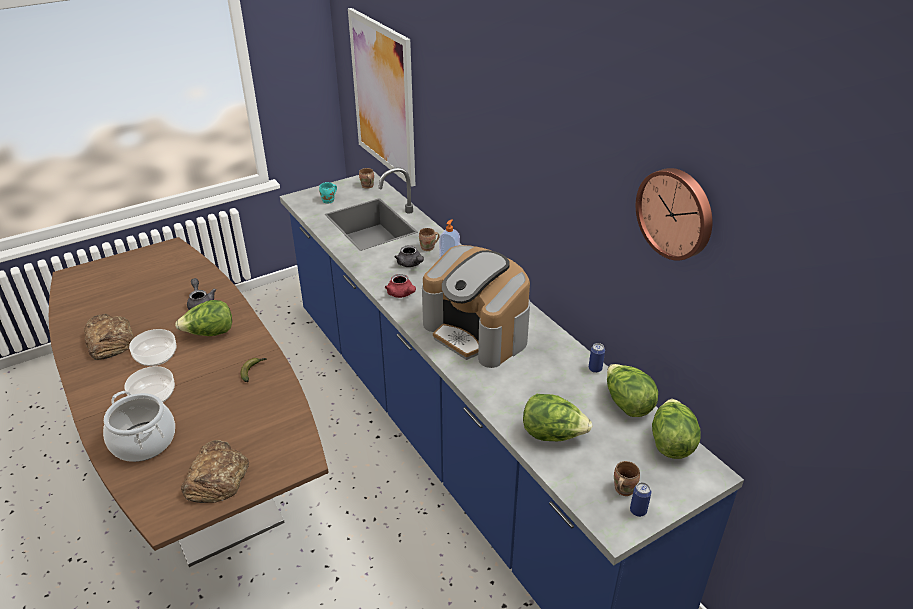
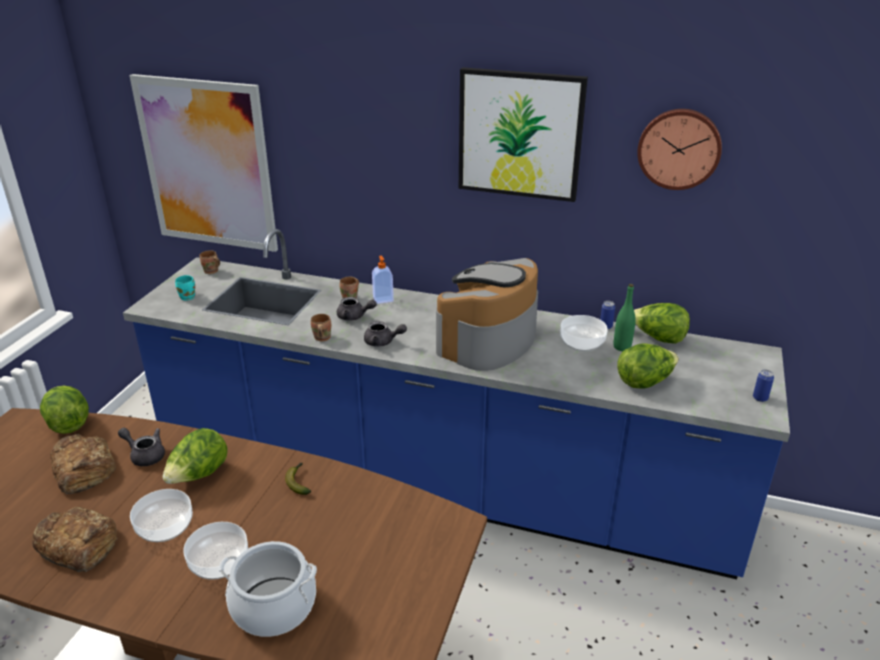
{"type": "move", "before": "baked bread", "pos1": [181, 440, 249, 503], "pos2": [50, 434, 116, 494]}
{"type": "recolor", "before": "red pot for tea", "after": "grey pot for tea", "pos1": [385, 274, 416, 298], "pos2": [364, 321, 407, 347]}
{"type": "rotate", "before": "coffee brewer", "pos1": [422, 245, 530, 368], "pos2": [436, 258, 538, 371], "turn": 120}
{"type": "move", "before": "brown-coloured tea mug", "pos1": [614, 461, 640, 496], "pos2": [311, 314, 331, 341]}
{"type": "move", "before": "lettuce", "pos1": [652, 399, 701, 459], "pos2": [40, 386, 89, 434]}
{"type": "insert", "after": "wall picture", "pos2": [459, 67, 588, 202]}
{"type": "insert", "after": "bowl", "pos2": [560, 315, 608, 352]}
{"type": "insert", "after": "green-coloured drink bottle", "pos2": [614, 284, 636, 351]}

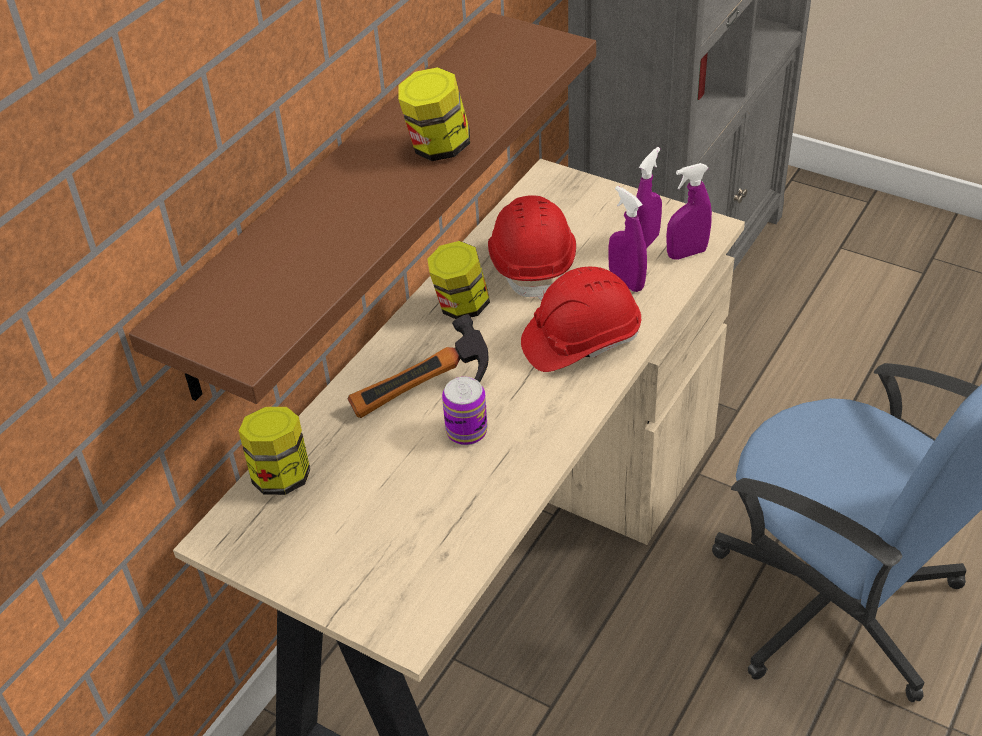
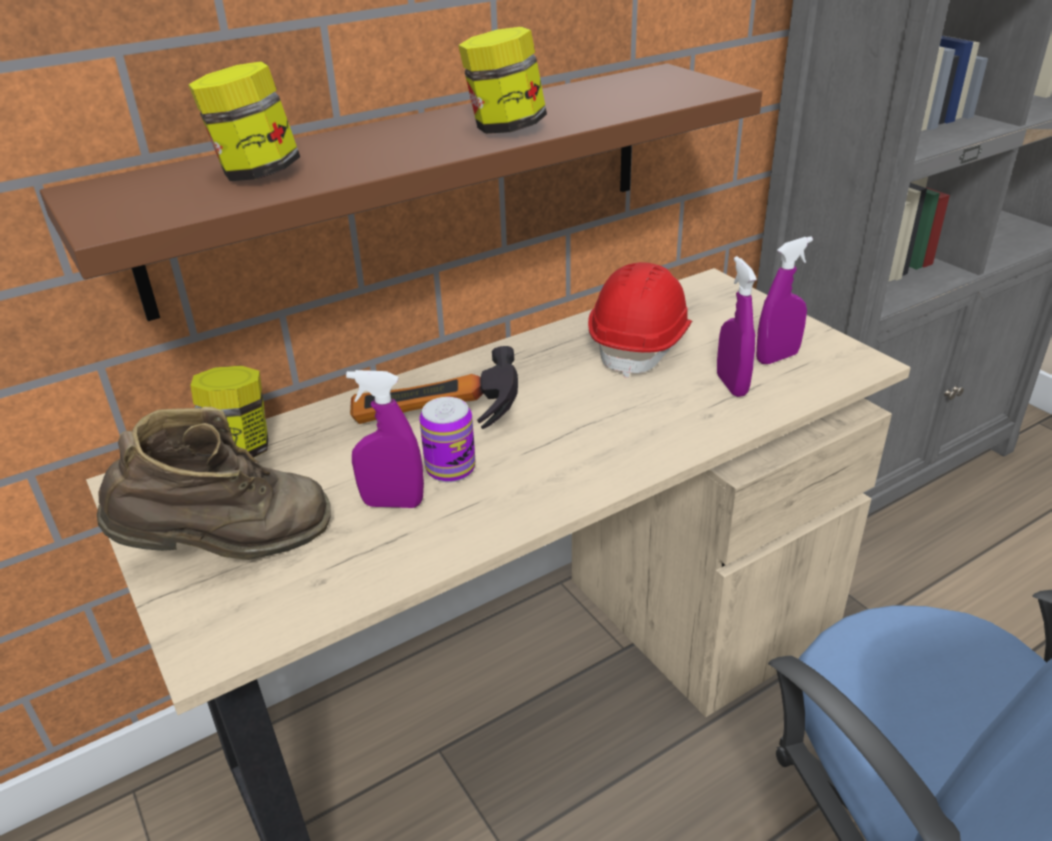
{"type": "move", "before": "jar", "pos1": [427, 241, 490, 319], "pos2": [188, 61, 300, 181]}
{"type": "delete", "before": "red safety helmet", "pos1": [521, 267, 641, 372]}
{"type": "move", "before": "purplish hand sprayer", "pos1": [666, 163, 712, 260], "pos2": [346, 370, 424, 508]}
{"type": "insert", "after": "brown-coloured boot", "pos2": [97, 407, 331, 560]}

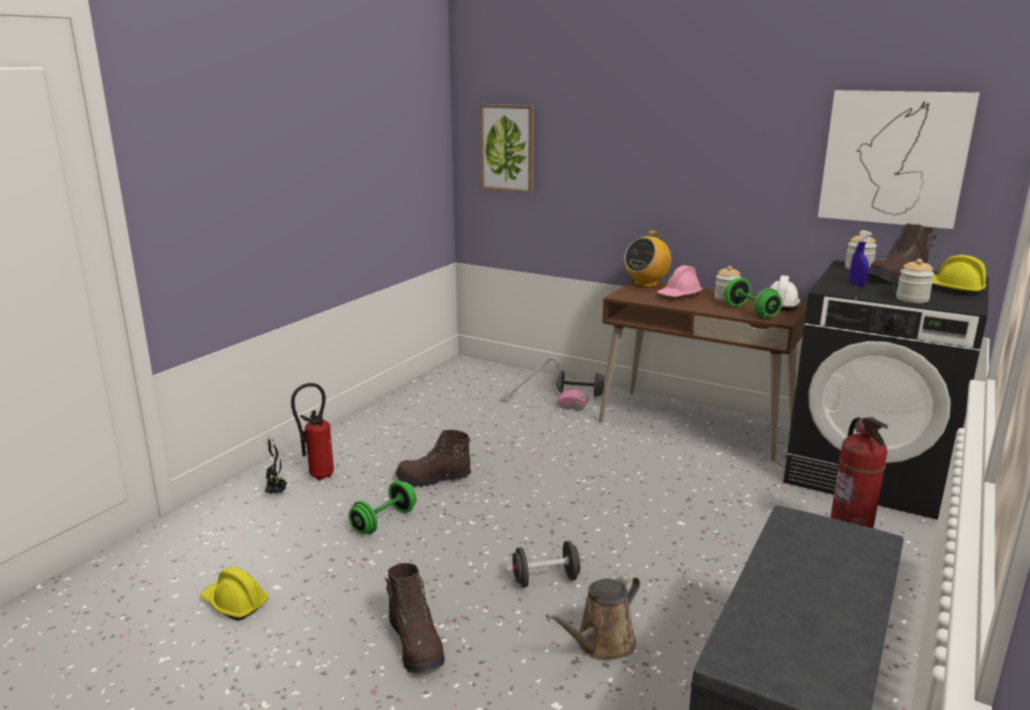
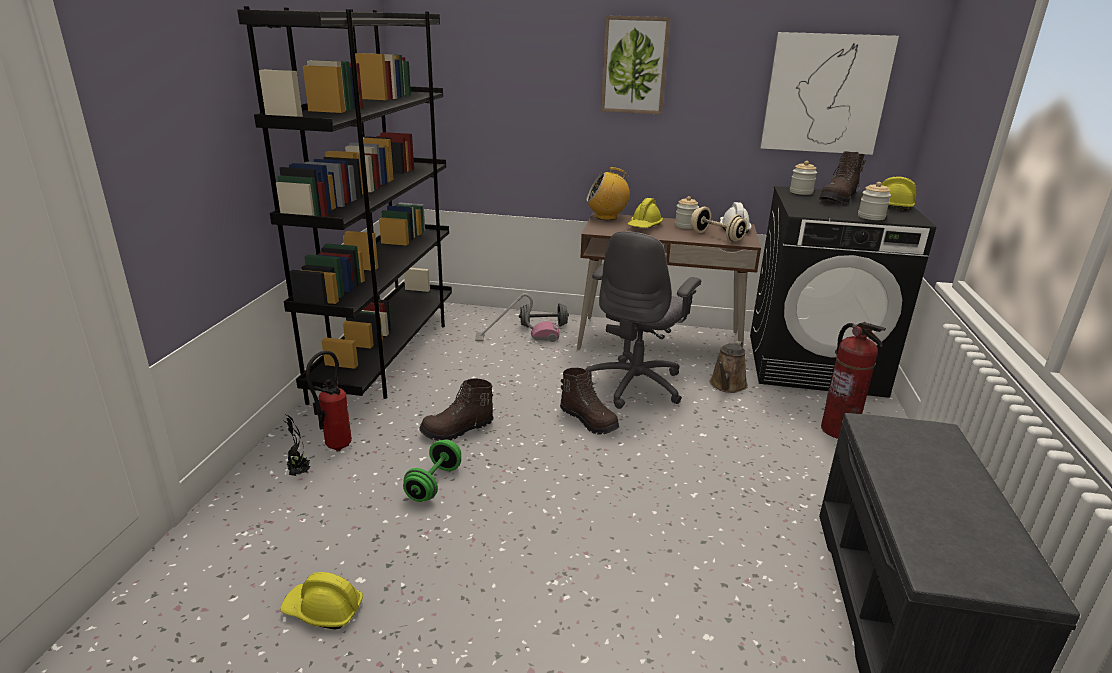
{"type": "move", "before": "brown-coloured boot", "pos1": [386, 563, 445, 674], "pos2": [560, 368, 619, 435]}
{"type": "move", "before": "wall picture", "pos1": [480, 104, 534, 194], "pos2": [601, 15, 671, 115]}
{"type": "delete", "before": "black-coloured free weight", "pos1": [506, 541, 586, 588]}
{"type": "move", "before": "brown-coloured watering pot", "pos1": [546, 573, 640, 661], "pos2": [710, 340, 748, 393]}
{"type": "rotate", "before": "radio", "pos1": [624, 231, 671, 287], "pos2": [586, 167, 630, 220], "turn": 60}
{"type": "recolor", "before": "pink-coloured safety helmet", "after": "yellow safety helmet", "pos1": [657, 265, 703, 297], "pos2": [627, 198, 663, 228]}
{"type": "recolor", "before": "green-coloured free weight", "after": "beige free weight", "pos1": [724, 278, 782, 318], "pos2": [690, 207, 747, 242]}
{"type": "delete", "before": "blue hand sprayer", "pos1": [849, 230, 872, 286]}
{"type": "insert", "after": "black-coloured bookcase", "pos2": [237, 6, 452, 405]}
{"type": "insert", "after": "grey office chair", "pos2": [585, 231, 701, 409]}

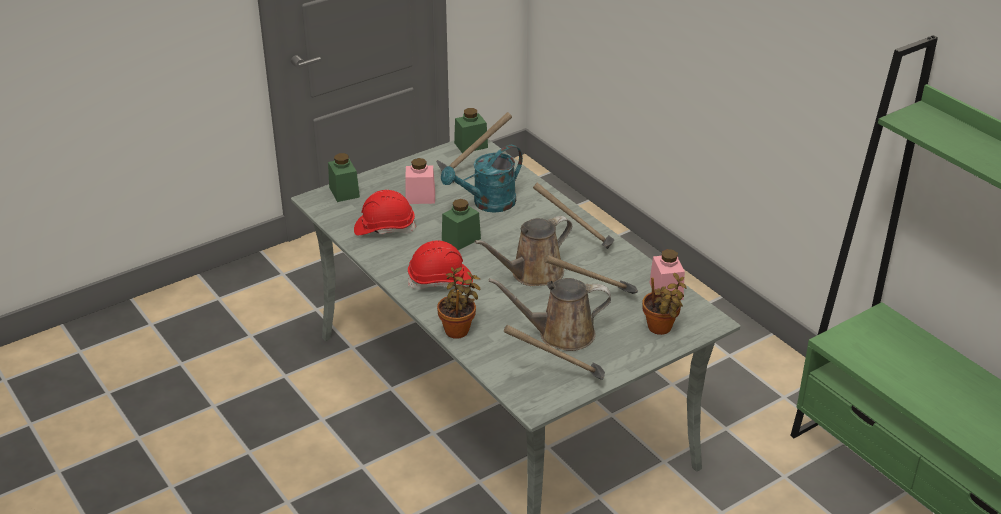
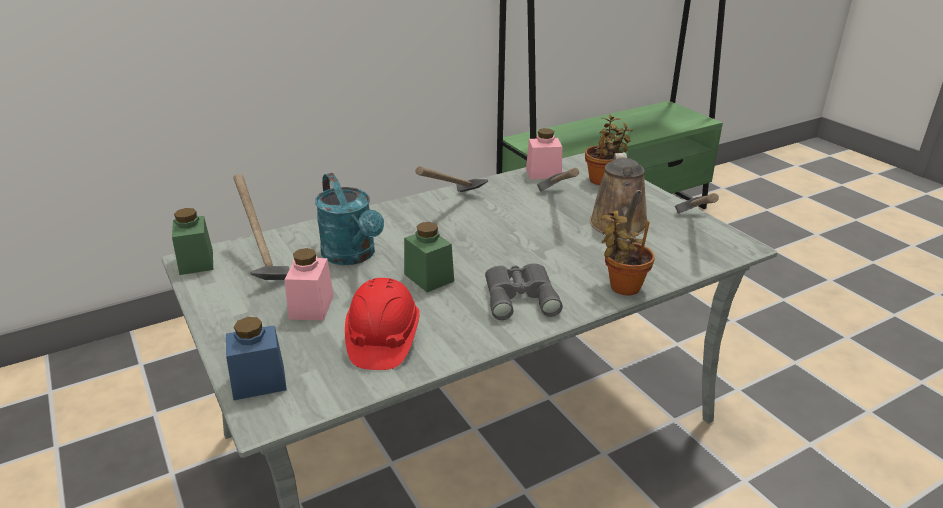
{"type": "recolor", "before": "green-coloured jar", "after": "blue jar", "pos1": [328, 153, 360, 202], "pos2": [226, 317, 287, 401]}
{"type": "replace", "before": "red safety helmet", "after": "grey binoculars", "pos1": [408, 241, 473, 289], "pos2": [485, 263, 563, 320]}
{"type": "delete", "before": "brown-coloured watering pot", "pos1": [475, 216, 572, 286]}

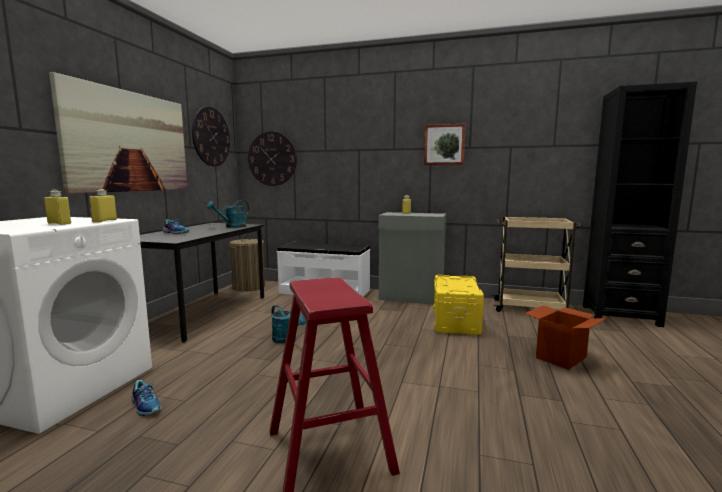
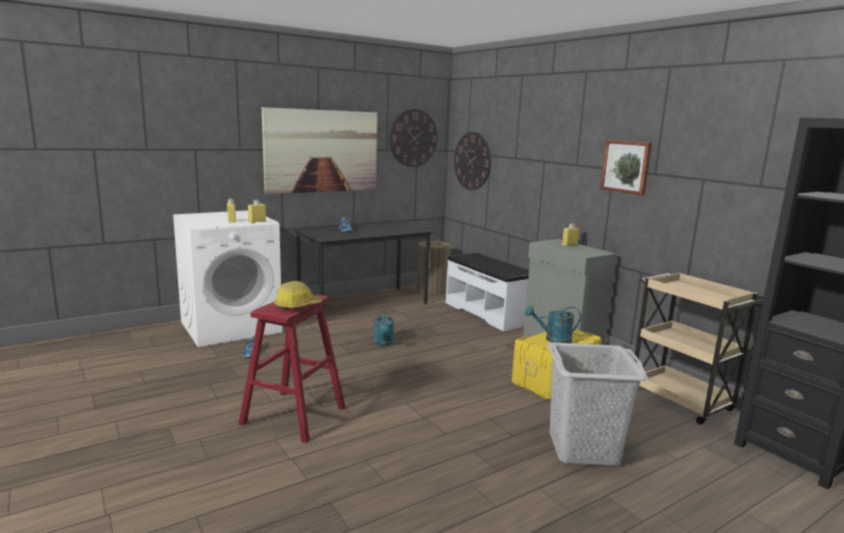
{"type": "move", "before": "turquoise watering pot", "pos1": [207, 200, 249, 228], "pos2": [525, 306, 581, 343]}
{"type": "replace", "before": "carton", "after": "grey hamper", "pos1": [524, 305, 607, 370], "pos2": [547, 342, 648, 466]}
{"type": "insert", "after": "safety helmet", "pos2": [274, 281, 322, 309]}

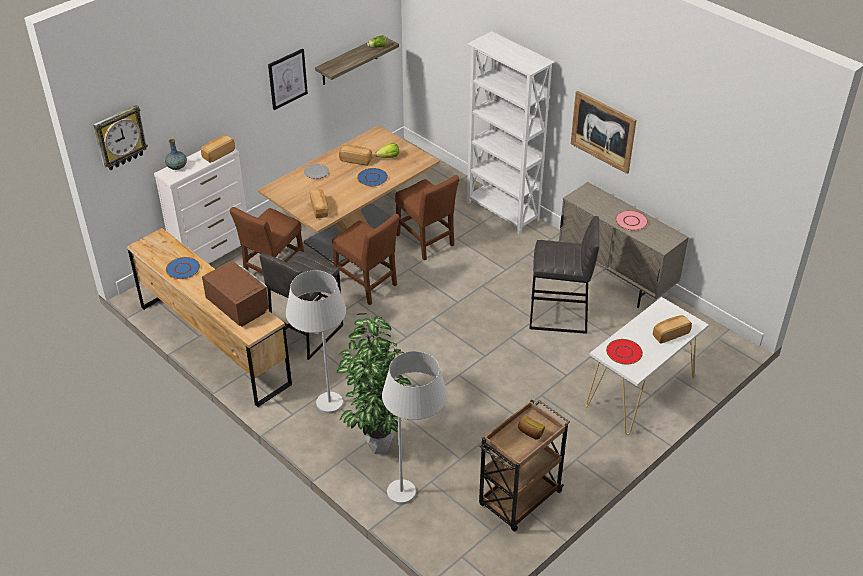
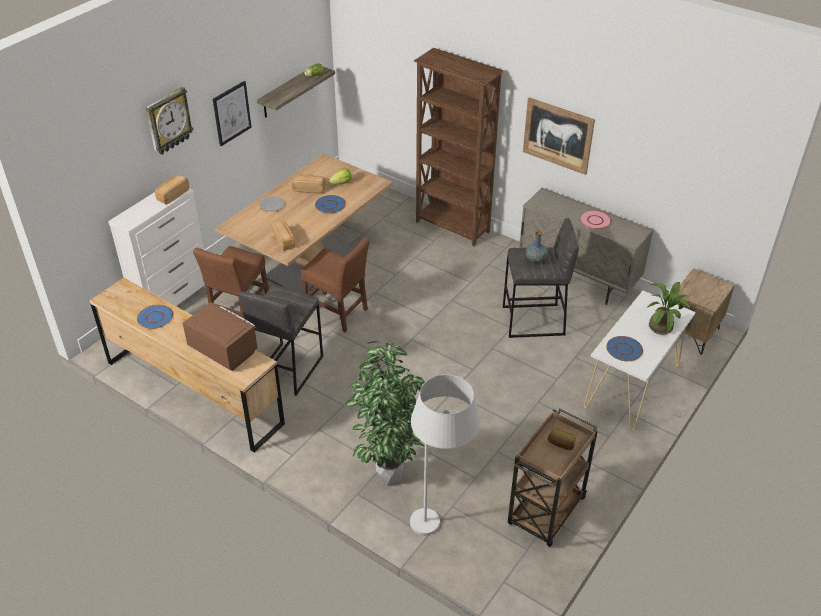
{"type": "move", "before": "clock on the wall", "pos1": [93, 105, 148, 170], "pos2": [145, 87, 194, 155]}
{"type": "move", "before": "decorative vase", "pos1": [165, 139, 187, 170], "pos2": [526, 231, 548, 263]}
{"type": "delete", "before": "whitish standing lamp", "pos1": [286, 270, 346, 414]}
{"type": "delete", "before": "brown-coloured upright chair", "pos1": [395, 175, 460, 260]}
{"type": "recolor", "before": "whitish bookcase", "after": "brown-coloured bookcase", "pos1": [467, 31, 554, 234], "pos2": [414, 48, 504, 247]}
{"type": "recolor", "before": "red plate", "after": "blue plate", "pos1": [606, 339, 643, 364], "pos2": [606, 336, 643, 361]}
{"type": "replace", "before": "baked bread", "after": "plant in a pot", "pos1": [653, 315, 692, 344], "pos2": [646, 282, 690, 335]}
{"type": "insert", "after": "brown-coloured bedside table", "pos2": [677, 268, 735, 355]}

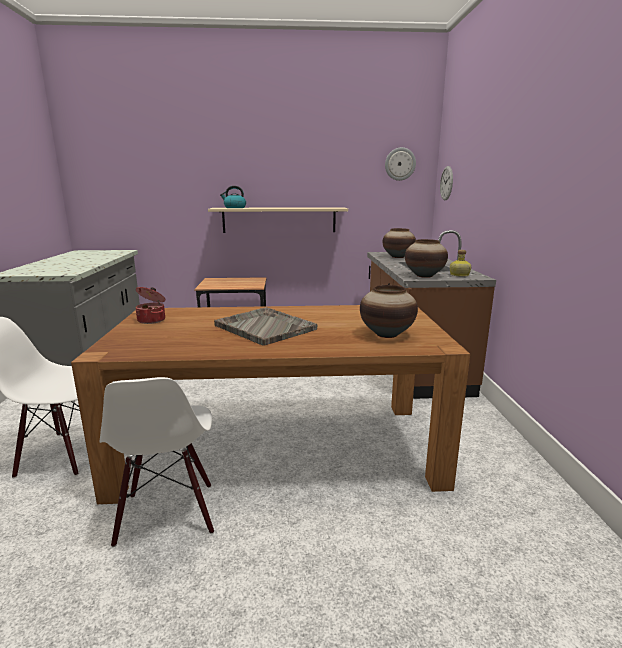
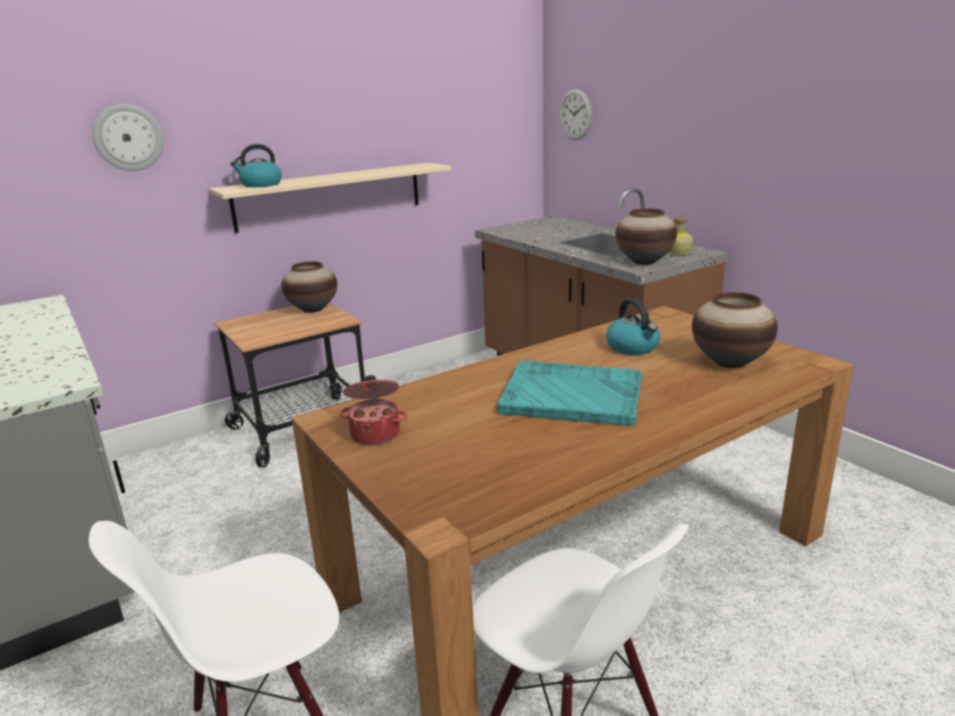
{"type": "recolor", "before": "grey tray", "after": "turquoise tray", "pos1": [214, 307, 317, 346], "pos2": [496, 360, 642, 426]}
{"type": "move", "before": "decorative vase", "pos1": [383, 228, 416, 258], "pos2": [281, 261, 337, 313]}
{"type": "move", "before": "clock on the wall", "pos1": [385, 147, 416, 181], "pos2": [93, 104, 164, 171]}
{"type": "insert", "after": "tea kettle", "pos2": [606, 298, 660, 355]}

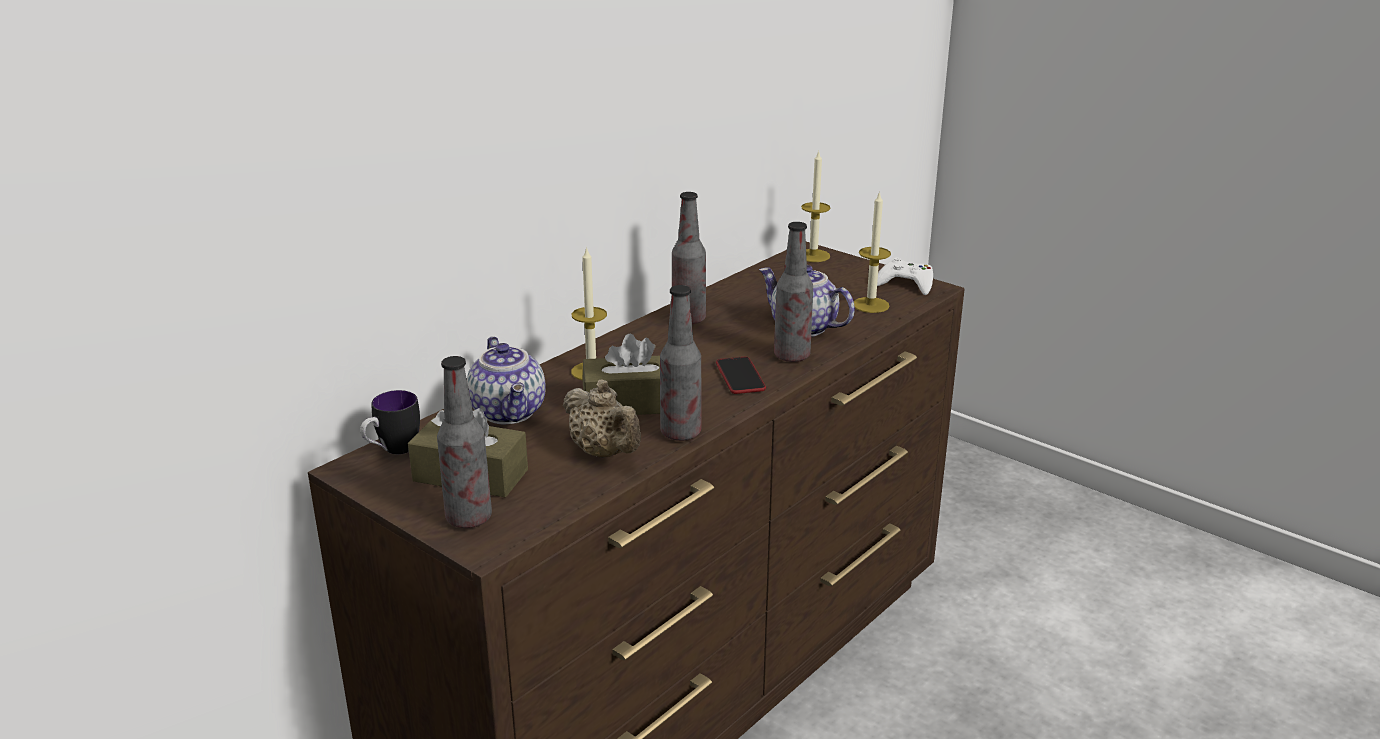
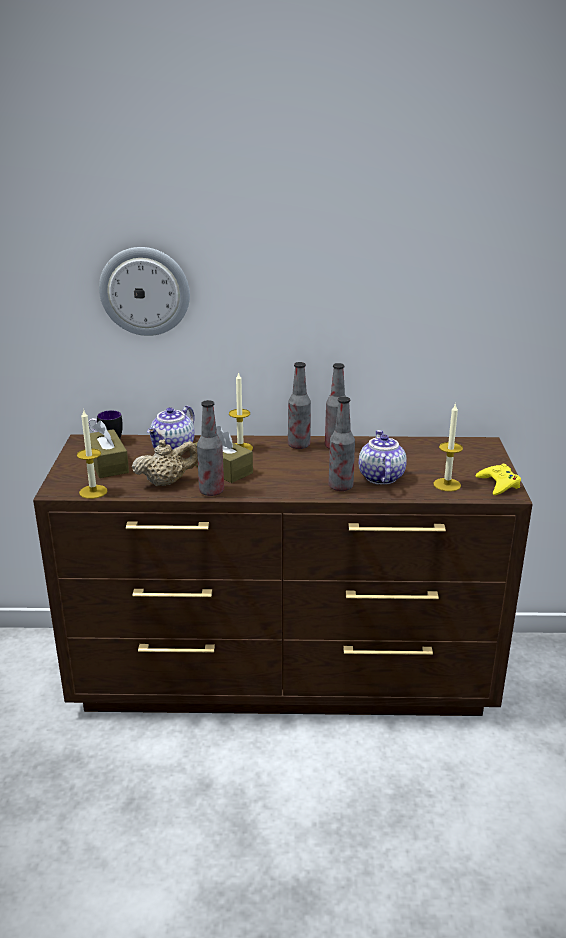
{"type": "move", "before": "drink bottle", "pos1": [437, 356, 492, 528], "pos2": [288, 362, 311, 449]}
{"type": "rotate", "before": "beige pot for tea", "pos1": [563, 379, 641, 458], "pos2": [132, 439, 198, 486], "turn": -120}
{"type": "delete", "before": "telephone", "pos1": [716, 357, 766, 394]}
{"type": "move", "before": "candle", "pos1": [801, 150, 830, 262], "pos2": [77, 410, 107, 499]}
{"type": "recolor", "before": "whitish joypad", "after": "yellow joypad", "pos1": [877, 257, 933, 295], "pos2": [475, 464, 521, 495]}
{"type": "insert", "after": "clock on the wall", "pos2": [99, 247, 190, 336]}

